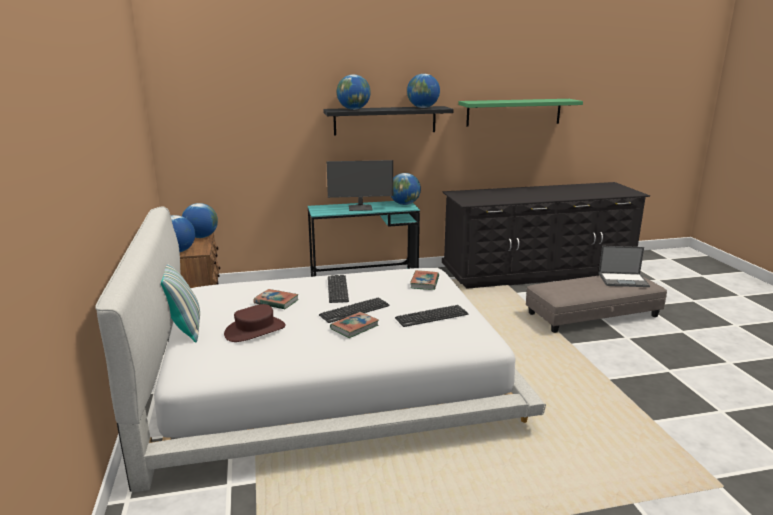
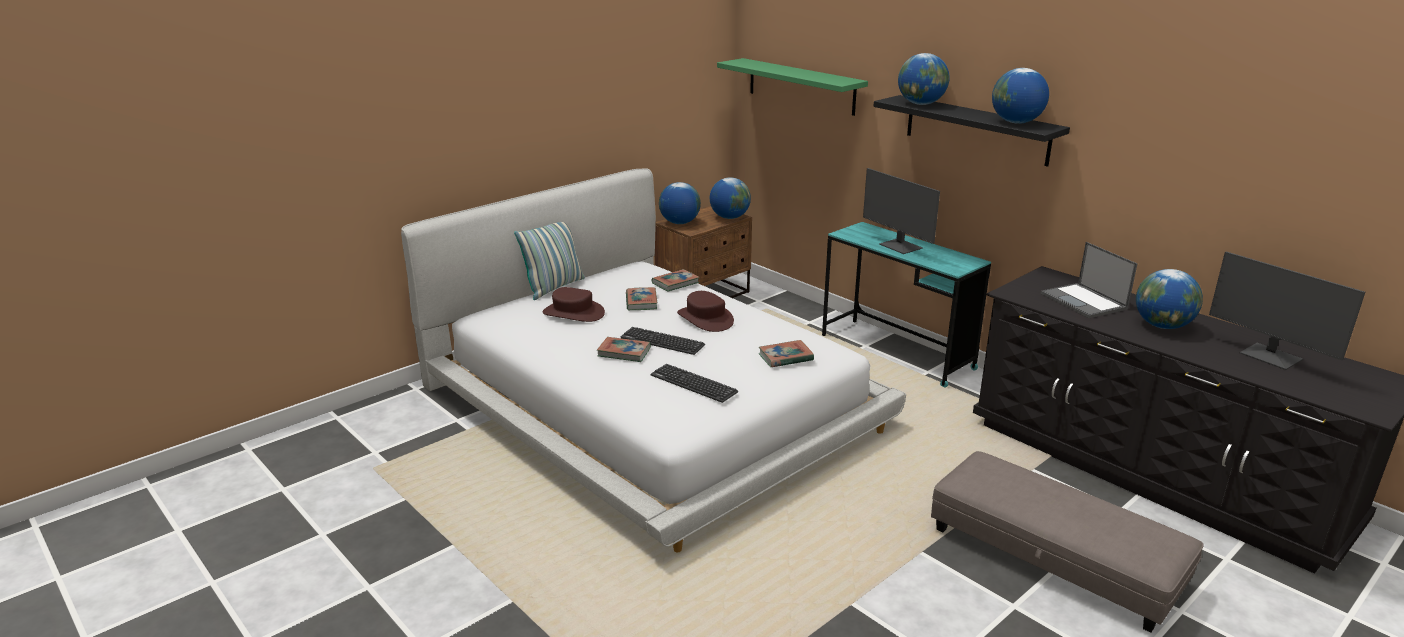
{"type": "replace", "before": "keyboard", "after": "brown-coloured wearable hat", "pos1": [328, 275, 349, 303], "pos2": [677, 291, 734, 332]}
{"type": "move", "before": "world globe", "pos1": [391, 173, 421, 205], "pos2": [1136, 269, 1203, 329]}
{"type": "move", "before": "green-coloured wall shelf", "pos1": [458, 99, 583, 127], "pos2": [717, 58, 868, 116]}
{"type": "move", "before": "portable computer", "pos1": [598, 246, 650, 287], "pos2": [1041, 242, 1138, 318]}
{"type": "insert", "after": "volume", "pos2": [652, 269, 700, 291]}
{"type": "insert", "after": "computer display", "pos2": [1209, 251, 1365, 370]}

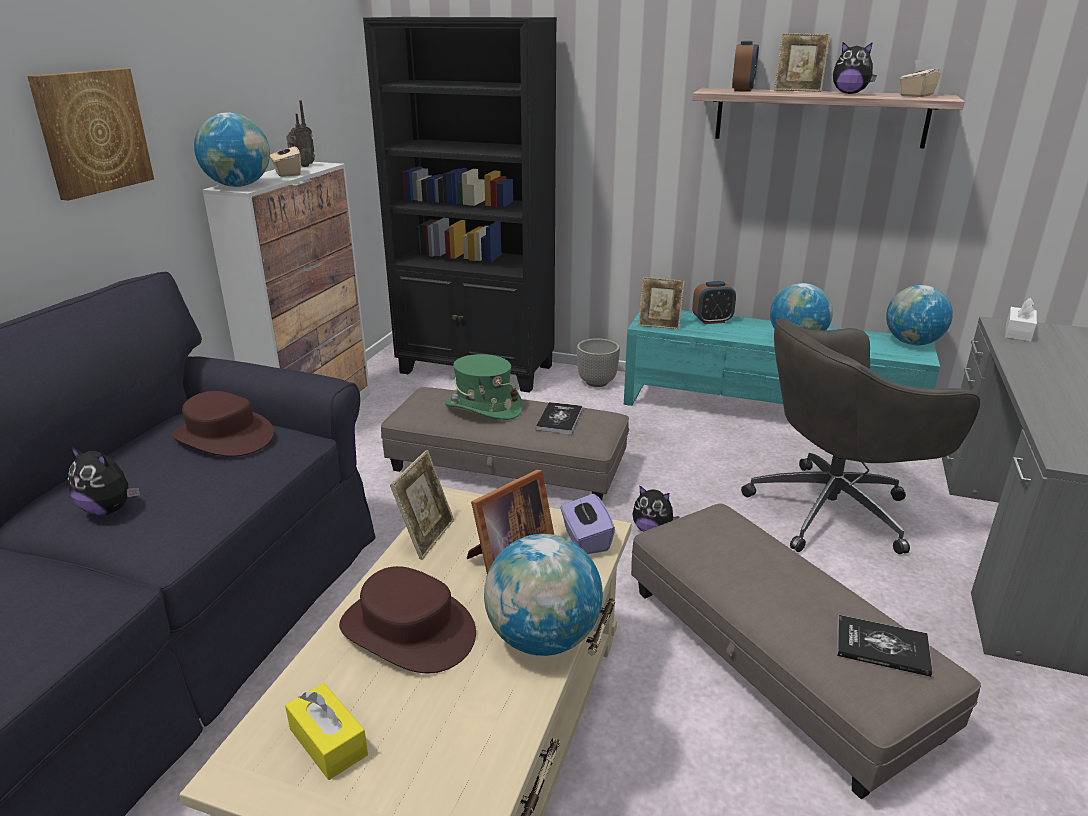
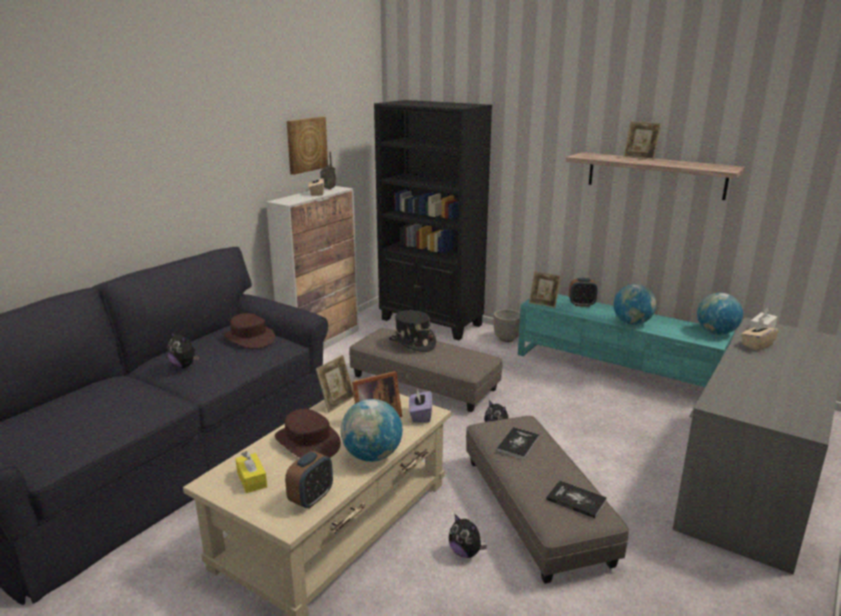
{"type": "move", "before": "wall picture", "pos1": [27, 68, 154, 201], "pos2": [287, 116, 328, 175]}
{"type": "delete", "before": "world globe", "pos1": [194, 113, 270, 187]}
{"type": "recolor", "before": "green-coloured wearable hat", "after": "black-coloured wearable hat", "pos1": [445, 354, 523, 420], "pos2": [389, 310, 436, 352]}
{"type": "move", "before": "volume", "pos1": [536, 402, 583, 434], "pos2": [496, 427, 540, 459]}
{"type": "move", "before": "alarm clock", "pos1": [732, 41, 759, 92], "pos2": [285, 451, 333, 509]}
{"type": "delete", "before": "grey office chair", "pos1": [741, 318, 980, 554]}
{"type": "move", "before": "cuddly toy", "pos1": [833, 42, 877, 94], "pos2": [449, 514, 487, 558]}
{"type": "move", "before": "beige tissue holder", "pos1": [899, 59, 941, 97], "pos2": [741, 320, 779, 351]}

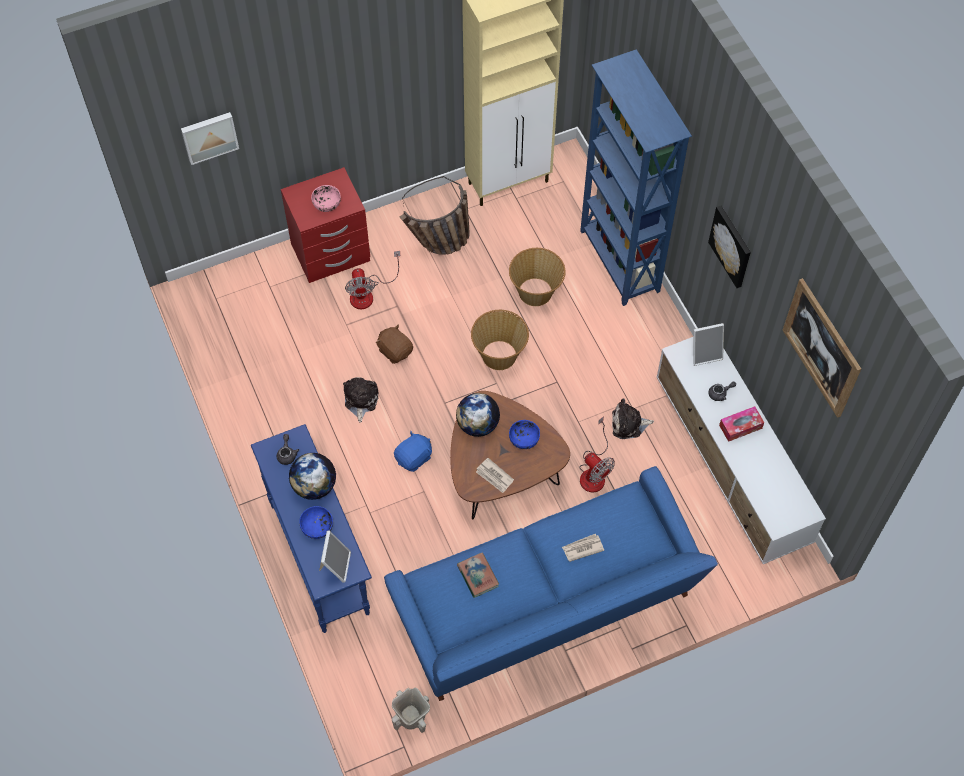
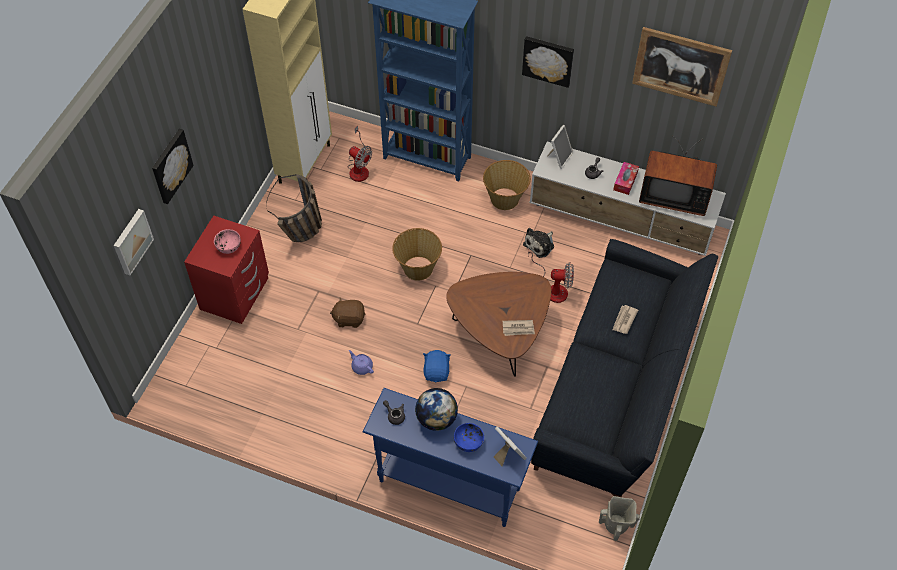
{"type": "replace", "before": "cuddly toy", "after": "purplish pot for tea", "pos1": [343, 377, 378, 423], "pos2": [349, 350, 374, 375]}
{"type": "move", "before": "fan", "pos1": [345, 251, 400, 309], "pos2": [348, 126, 372, 182]}
{"type": "recolor", "before": "blue settee", "after": "black-coloured settee", "pos1": [384, 466, 718, 701], "pos2": [531, 239, 718, 497]}
{"type": "delete", "before": "world globe", "pos1": [456, 393, 500, 437]}
{"type": "delete", "before": "volume", "pos1": [457, 552, 499, 598]}
{"type": "move", "before": "household basket", "pos1": [509, 248, 566, 306], "pos2": [483, 160, 531, 210]}
{"type": "delete", "before": "blue bowl", "pos1": [509, 420, 540, 449]}
{"type": "insert", "after": "wall picture", "pos2": [152, 129, 194, 204]}
{"type": "insert", "after": "television", "pos2": [639, 135, 717, 216]}

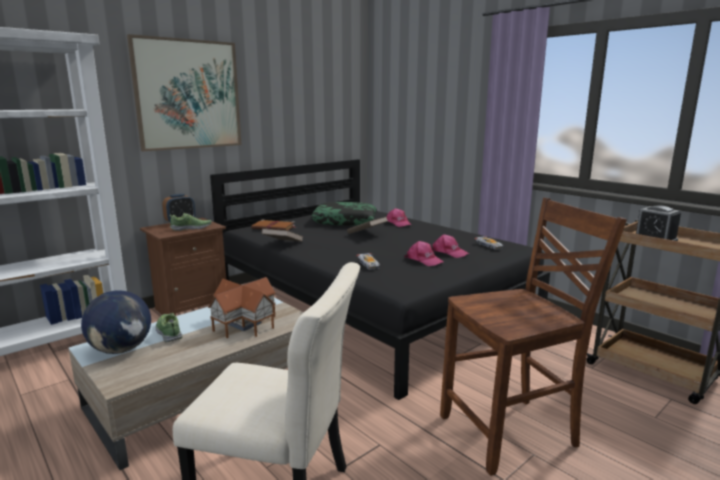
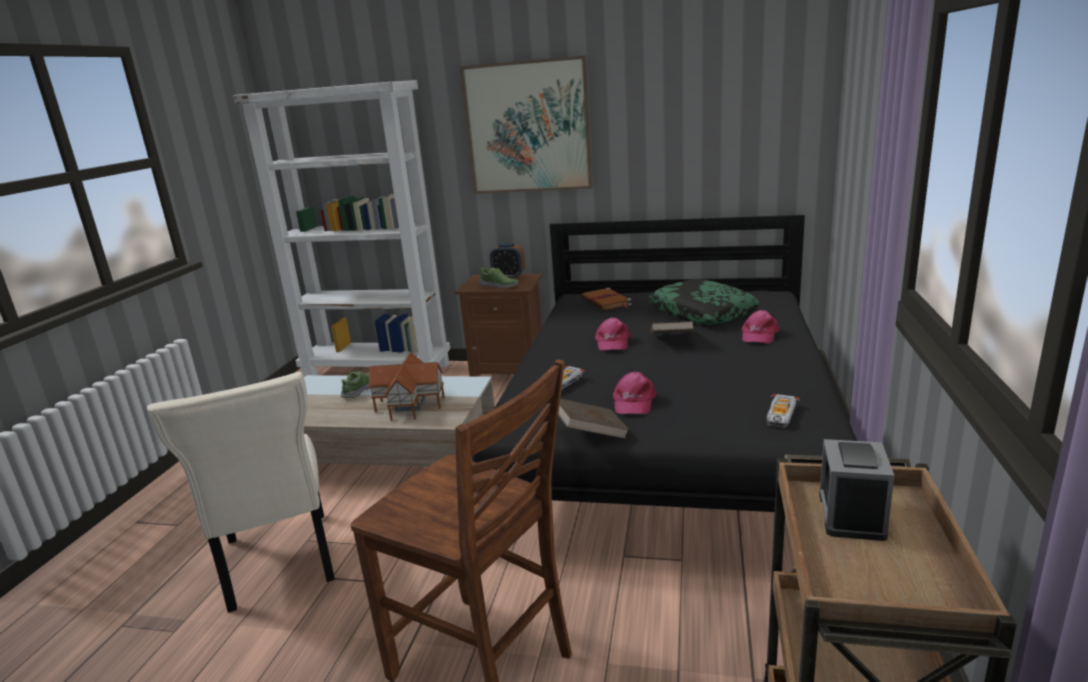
{"type": "delete", "before": "world globe", "pos1": [81, 290, 151, 354]}
{"type": "move", "before": "brown-coloured volume", "pos1": [261, 228, 303, 242], "pos2": [558, 399, 629, 439]}
{"type": "move", "before": "pink-coloured baseball cap", "pos1": [432, 234, 469, 258], "pos2": [595, 317, 631, 351]}

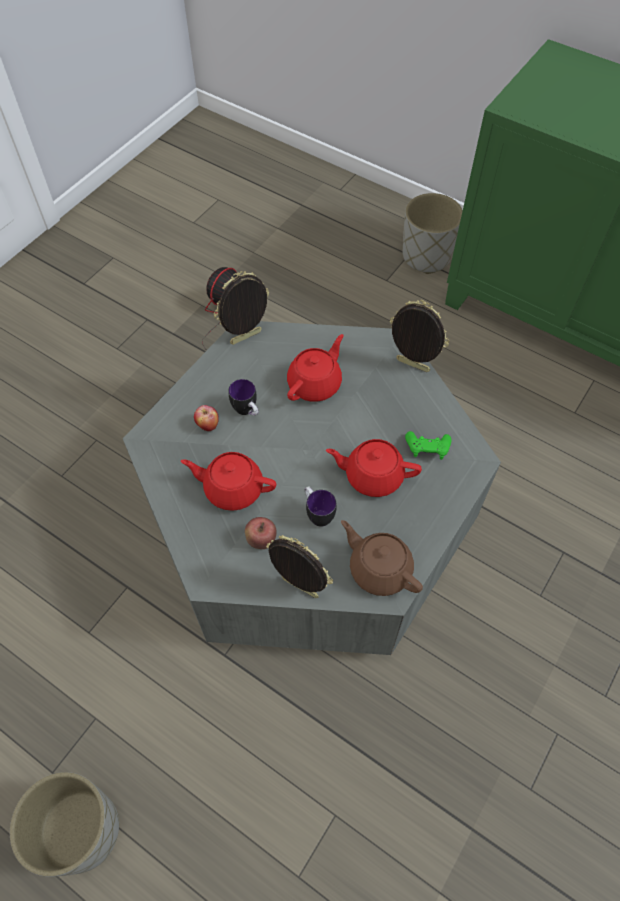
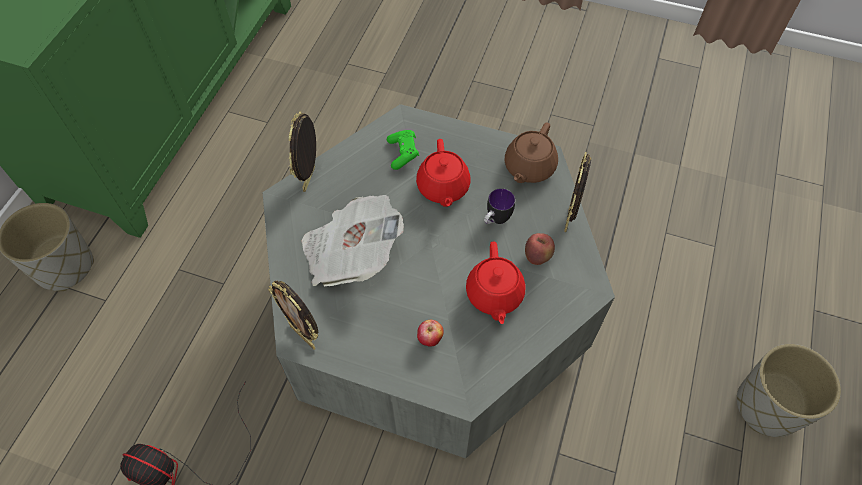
{"type": "delete", "before": "tea mug", "pos1": [228, 379, 259, 416]}
{"type": "replace", "before": "red pot for tea", "after": "newspaper", "pos1": [287, 334, 344, 402], "pos2": [301, 195, 404, 286]}

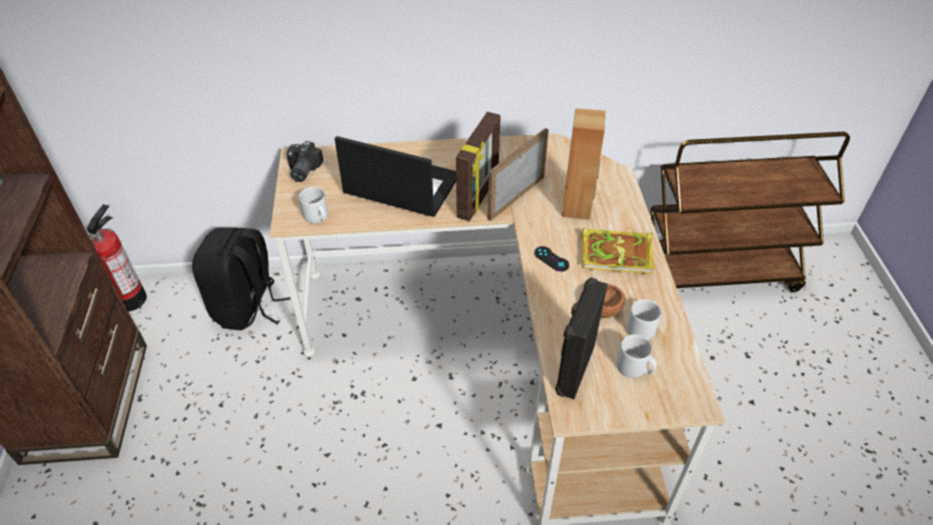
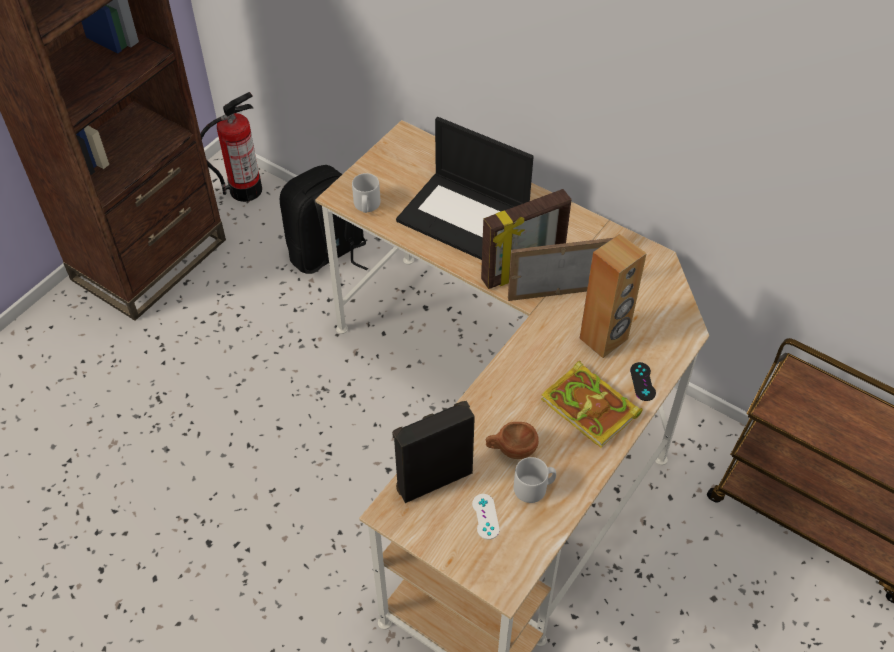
{"type": "delete", "before": "still camera", "pos1": [286, 141, 323, 182]}
{"type": "rotate", "before": "portable computer", "pos1": [335, 136, 456, 217], "pos2": [396, 117, 534, 260], "turn": 150}
{"type": "move", "before": "black-coloured joypad", "pos1": [534, 246, 569, 272], "pos2": [630, 362, 656, 401]}
{"type": "replace", "before": "grey tea mug", "after": "whitish joypad", "pos1": [617, 335, 657, 378], "pos2": [472, 494, 500, 540]}

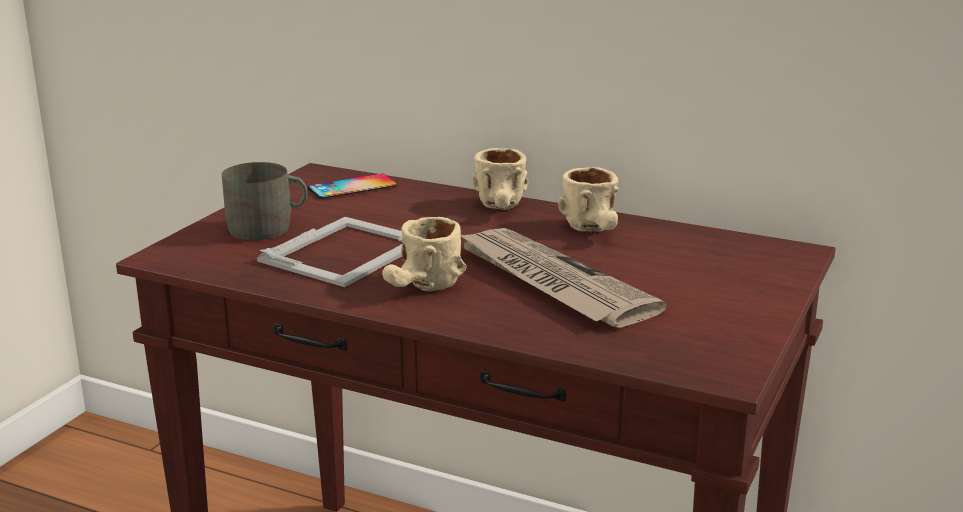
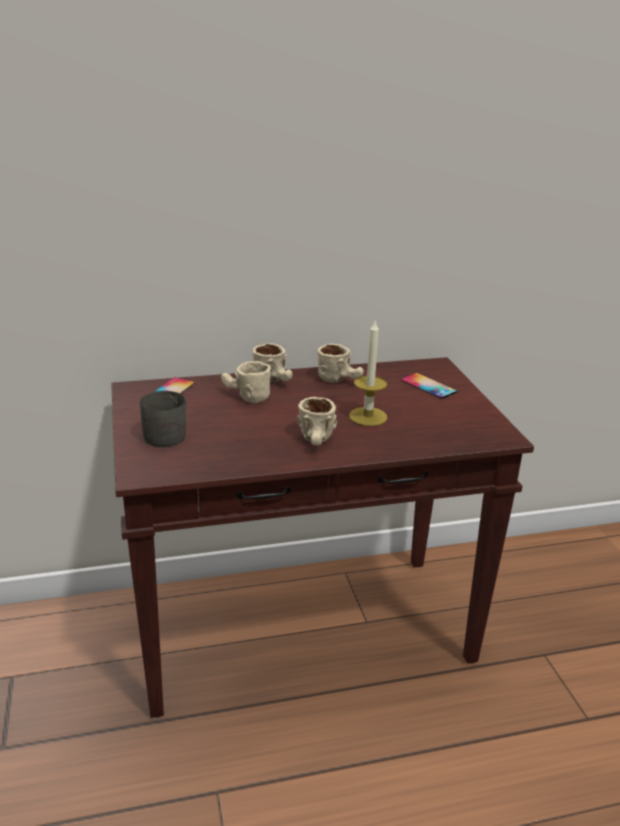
{"type": "delete", "before": "standing frame", "pos1": [257, 217, 403, 287]}
{"type": "replace", "before": "newspaper", "after": "candle", "pos1": [461, 228, 667, 328], "pos2": [349, 321, 387, 426]}
{"type": "insert", "after": "beige tea mug", "pos2": [221, 361, 271, 403]}
{"type": "insert", "after": "telephone", "pos2": [402, 373, 457, 399]}

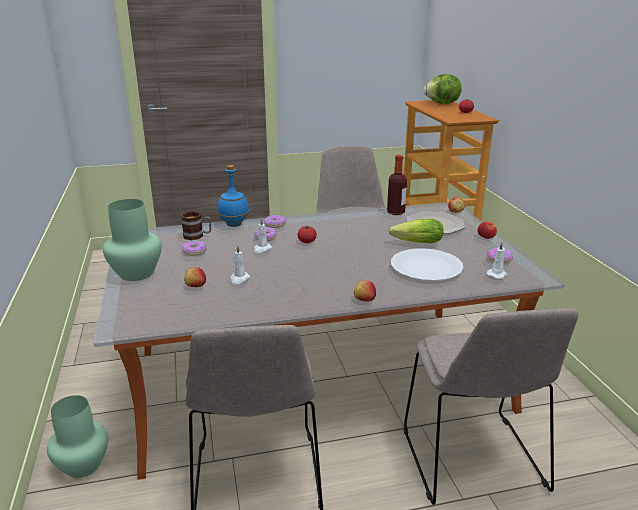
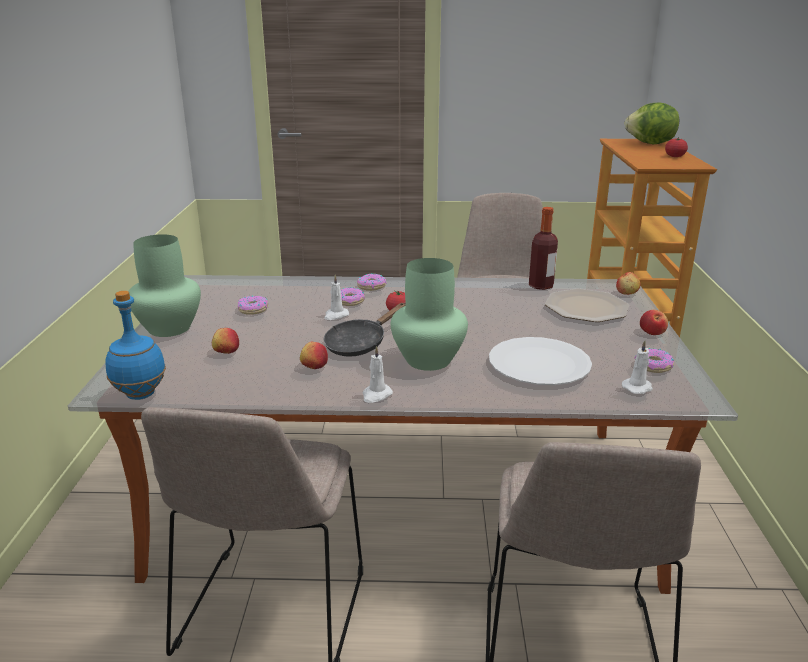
{"type": "move", "before": "green-coloured decorative vase", "pos1": [47, 395, 108, 478], "pos2": [391, 258, 468, 371]}
{"type": "delete", "before": "tea mug", "pos1": [181, 211, 211, 240]}
{"type": "move", "before": "blue drink bottle", "pos1": [218, 165, 249, 227], "pos2": [105, 291, 166, 400]}
{"type": "move", "before": "whitish candle", "pos1": [230, 246, 250, 284], "pos2": [363, 346, 393, 403]}
{"type": "move", "before": "whole apple", "pos1": [354, 280, 376, 302], "pos2": [300, 342, 328, 369]}
{"type": "delete", "before": "lettuce", "pos1": [389, 219, 444, 243]}
{"type": "insert", "after": "black-coloured pan", "pos2": [324, 303, 406, 357]}

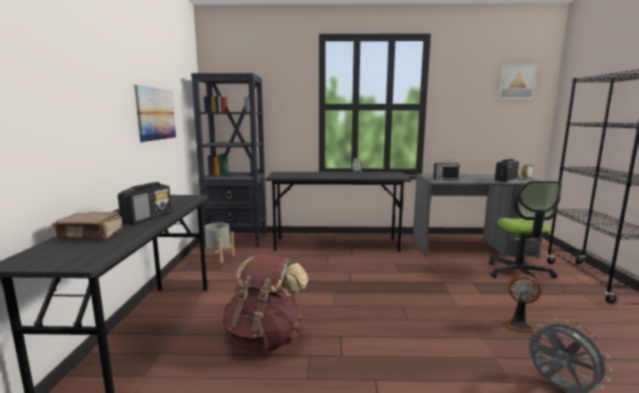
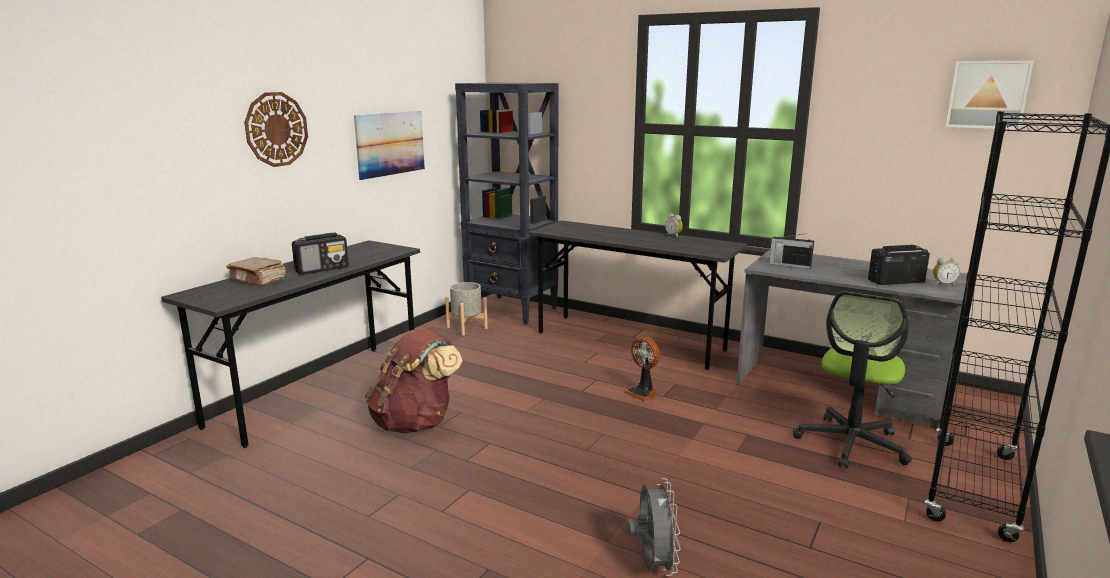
{"type": "move", "before": "fan", "pos1": [504, 274, 541, 333], "pos2": [623, 337, 660, 402]}
{"type": "insert", "after": "clock on the wall", "pos2": [244, 92, 308, 167]}

